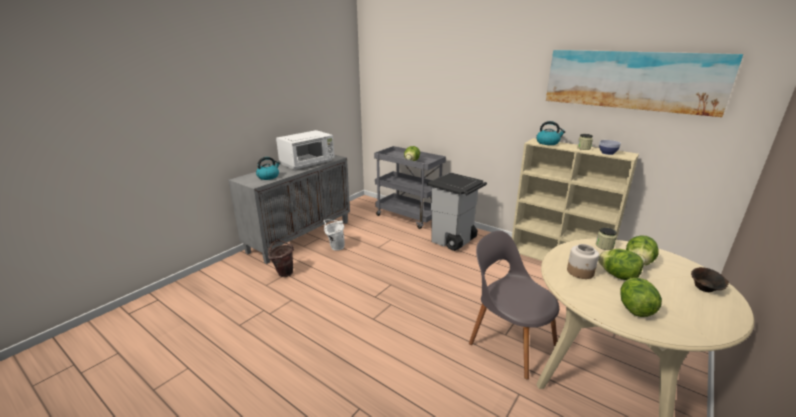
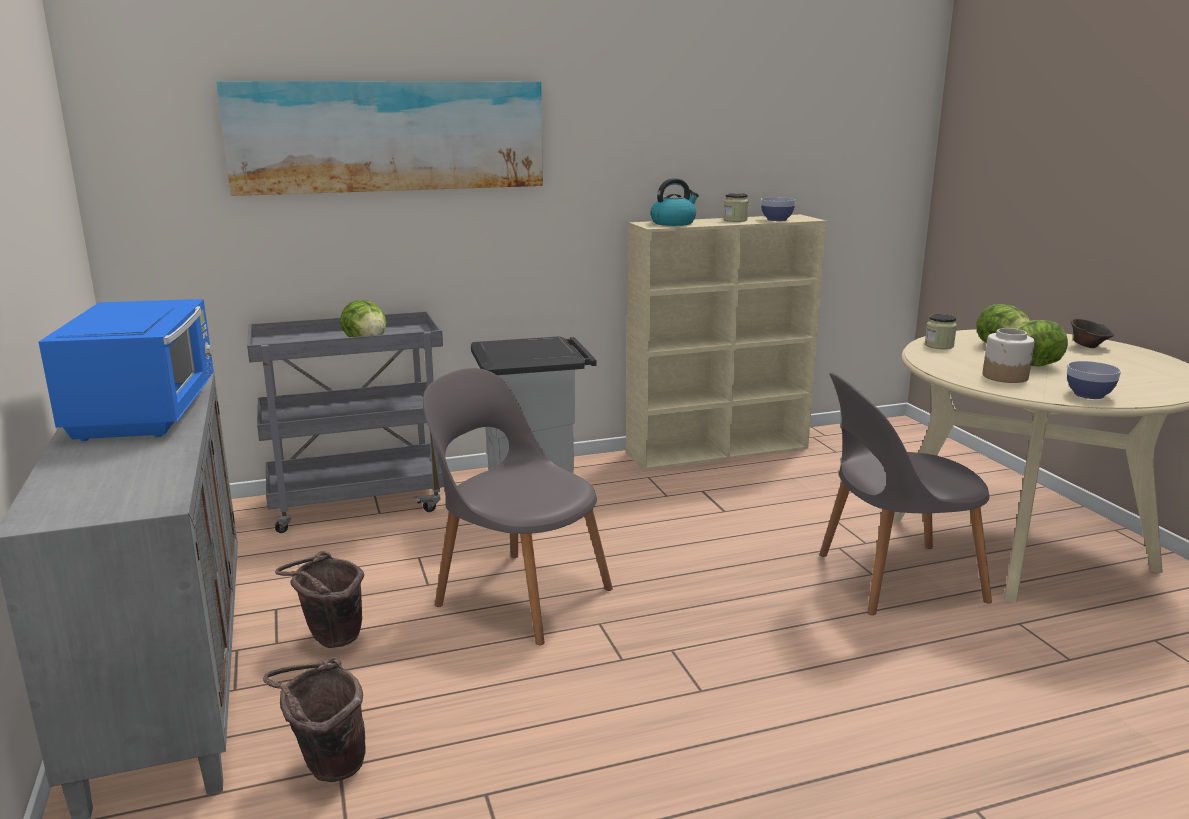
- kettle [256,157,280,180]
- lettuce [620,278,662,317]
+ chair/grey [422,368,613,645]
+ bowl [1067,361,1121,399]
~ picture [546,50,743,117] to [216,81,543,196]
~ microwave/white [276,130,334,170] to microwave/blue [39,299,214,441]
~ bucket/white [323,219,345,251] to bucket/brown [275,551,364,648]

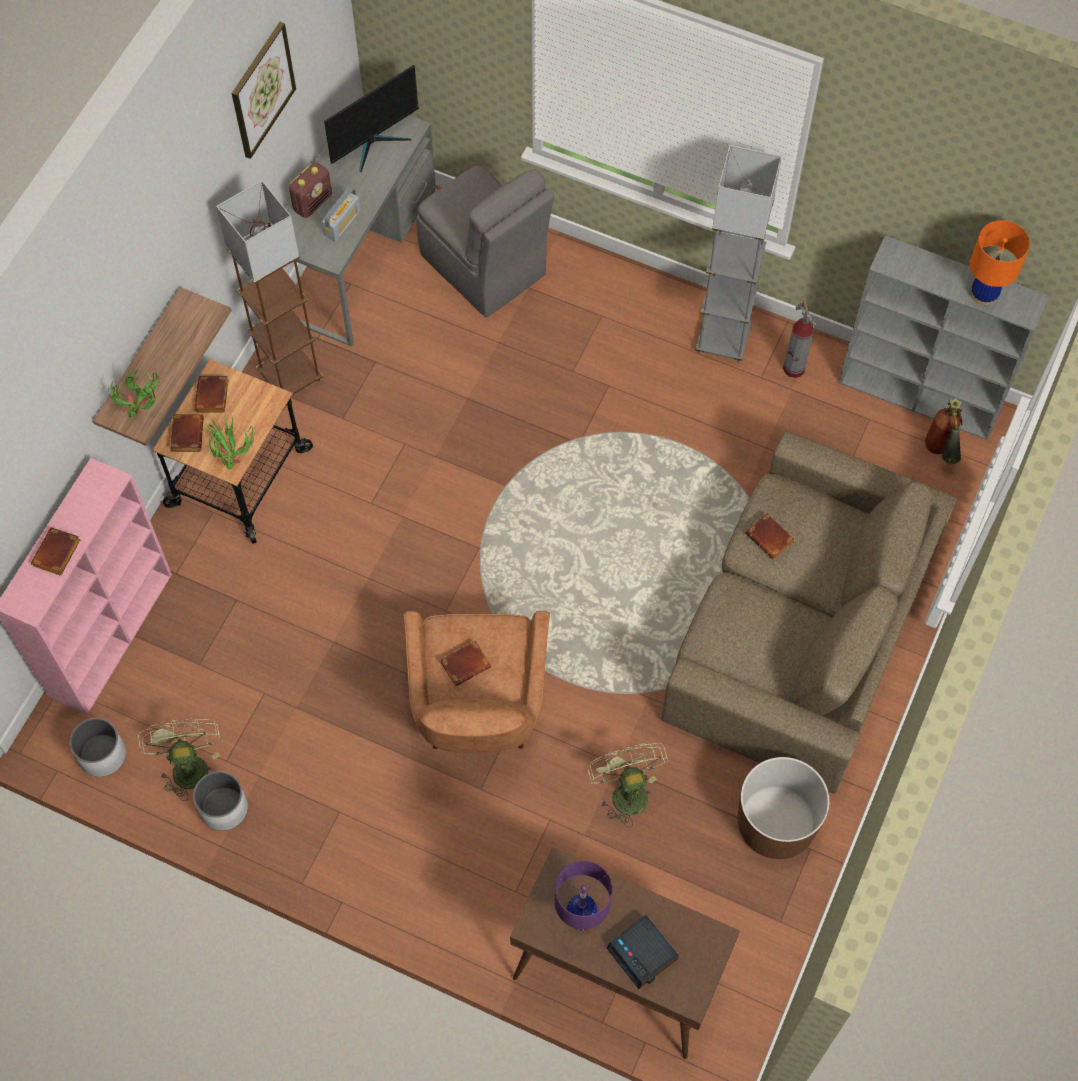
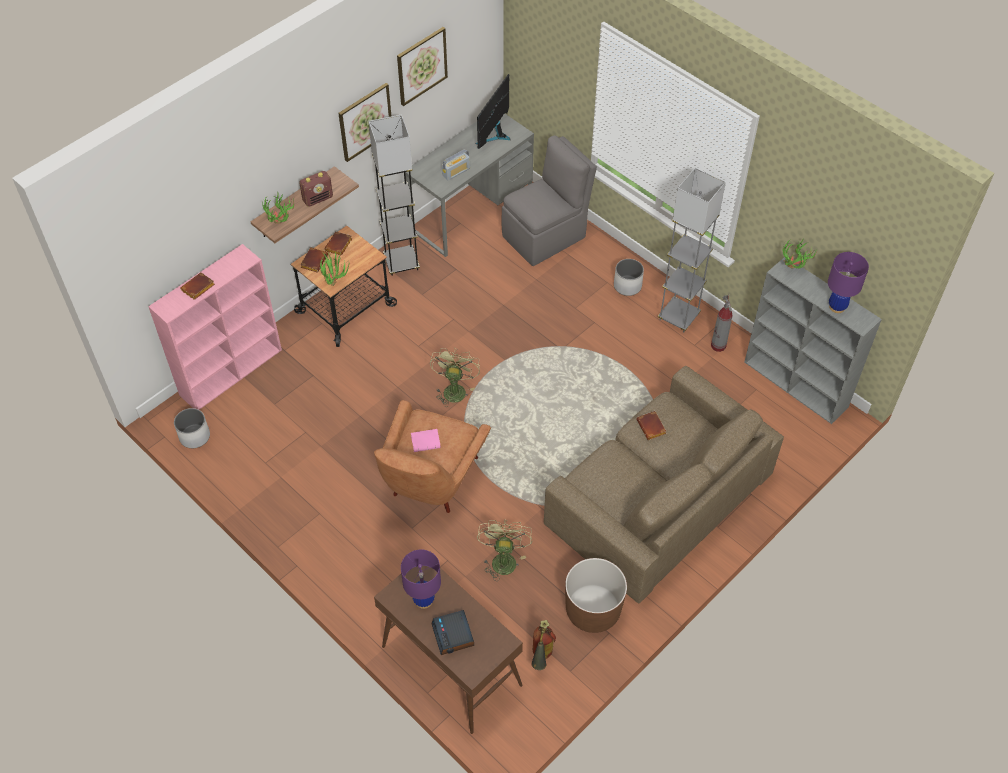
+ picture [338,83,391,162]
+ potted plant [783,239,816,269]
~ fan/green [138,718,221,801] to [430,348,480,407]
~ planter/white [193,771,248,831] to [614,259,644,296]
~ radio [289,163,332,218] to [299,171,333,207]
~ fire extinguisher [925,398,962,464] to [532,620,556,670]
~ floor lamp/brown [216,180,323,395] to floor lamp/grey [369,115,420,276]
~ book/brown [440,640,491,686] to book/pink [411,429,441,452]
~ table lamp/orange [970,220,1030,305] to table lamp/purple [828,252,869,313]
~ monitor [324,65,419,172] = [475,74,511,149] 135 degrees clockwise
~ chair/grey [416,165,554,317] = [502,135,597,266] 105 degrees counterclockwise

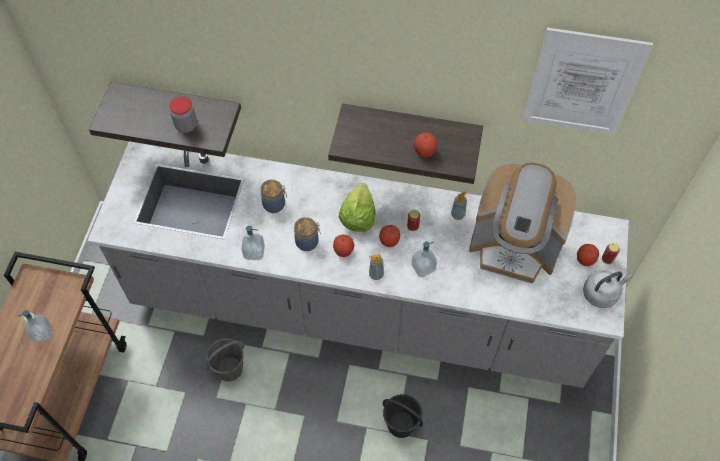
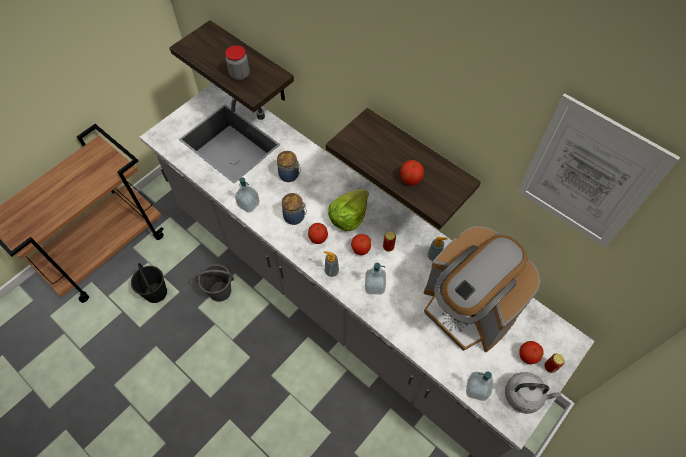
~ soap dispenser [18,310,52,342] to [466,372,493,401]
~ bucket/black [383,394,423,438] to [131,263,167,303]

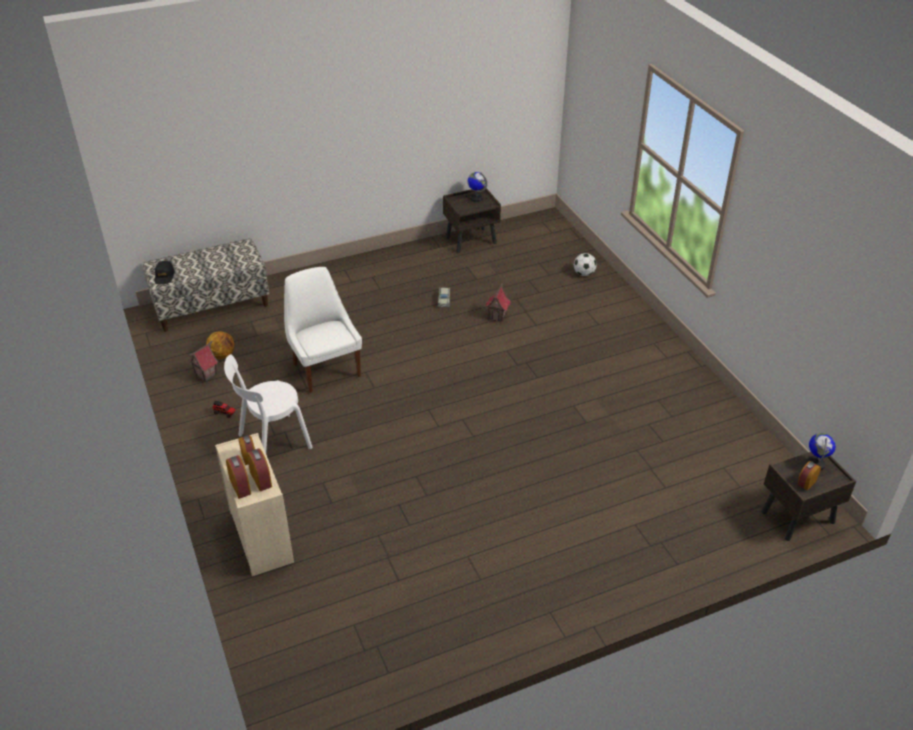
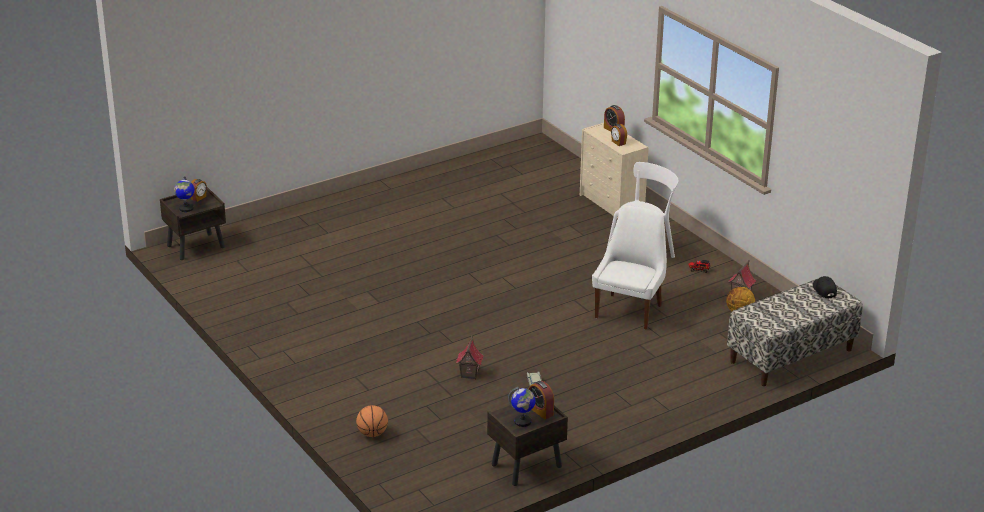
~ alarm clock [247,448,272,491] to [529,381,554,419]
~ football [574,253,597,276] to basketball [356,405,388,437]
~ chair/white [284,267,362,393] = [592,205,667,330] 120 degrees counterclockwise

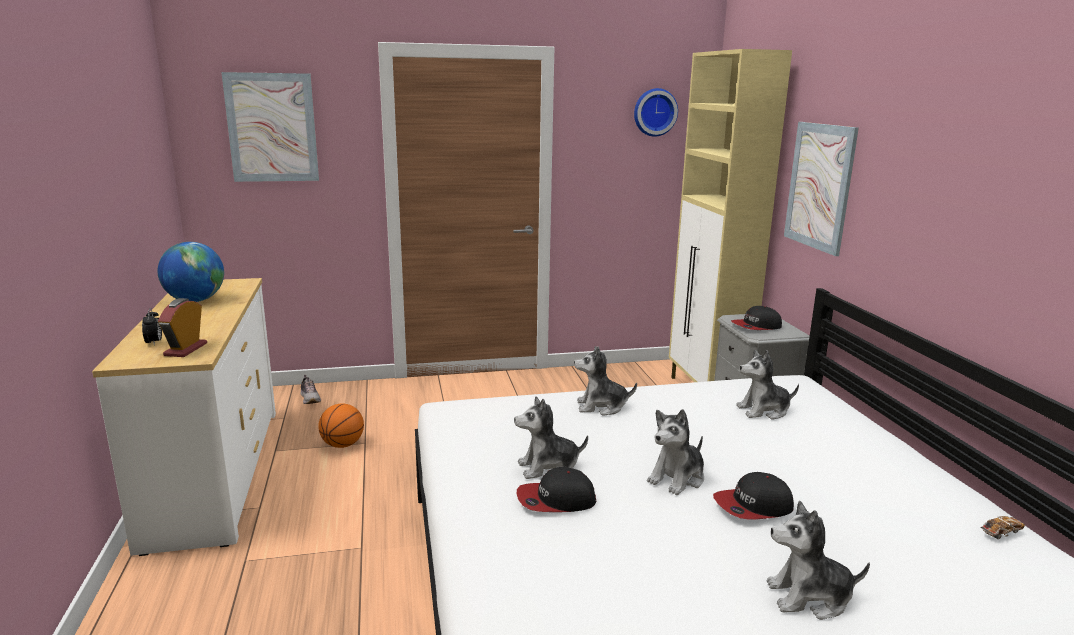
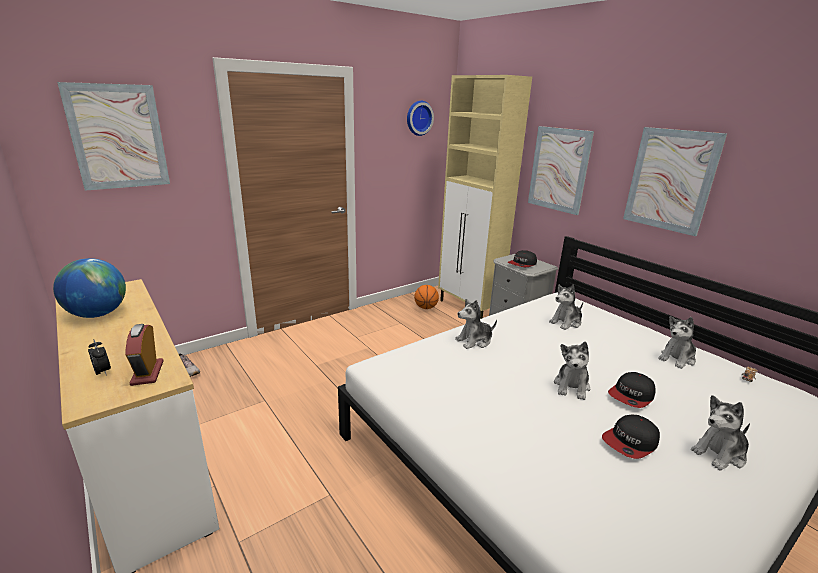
+ picture [623,127,727,236]
~ basketball [318,403,364,448] to [414,285,439,309]
~ plush toy [514,396,588,479] to [658,316,696,369]
~ cap [517,467,596,512] to [602,415,660,459]

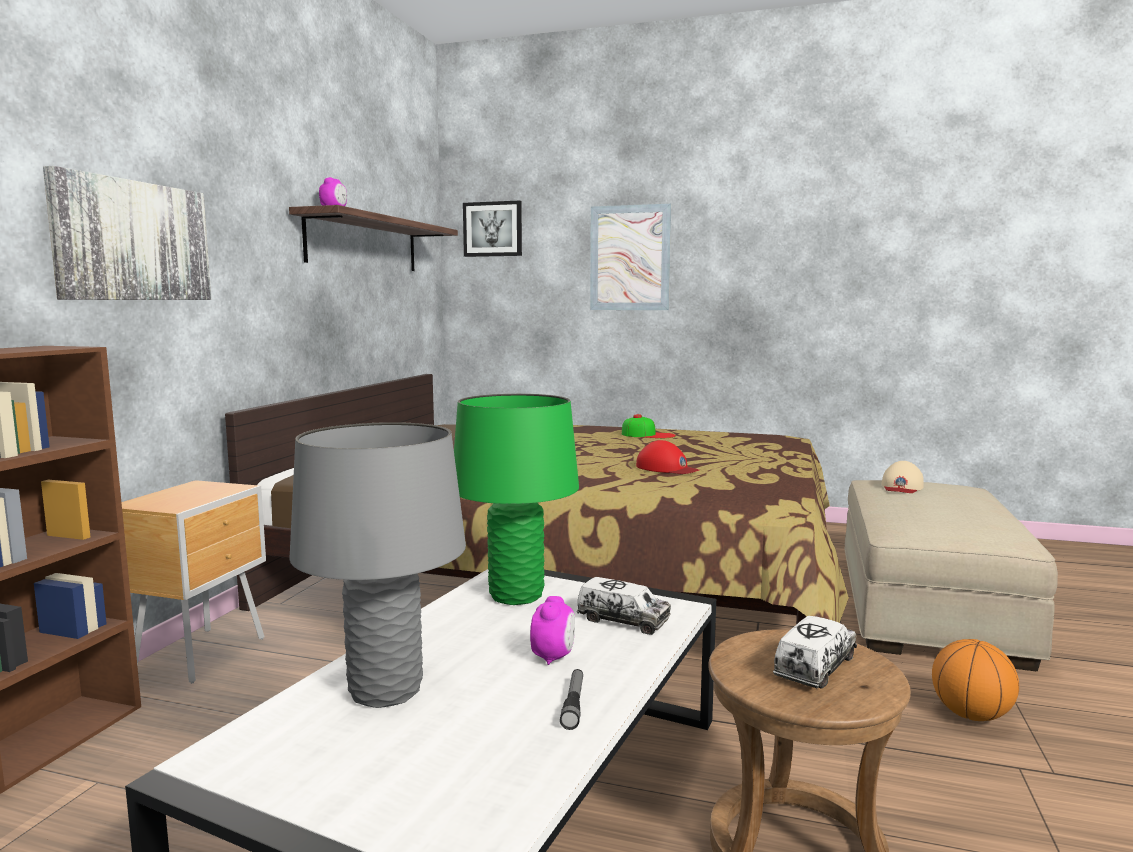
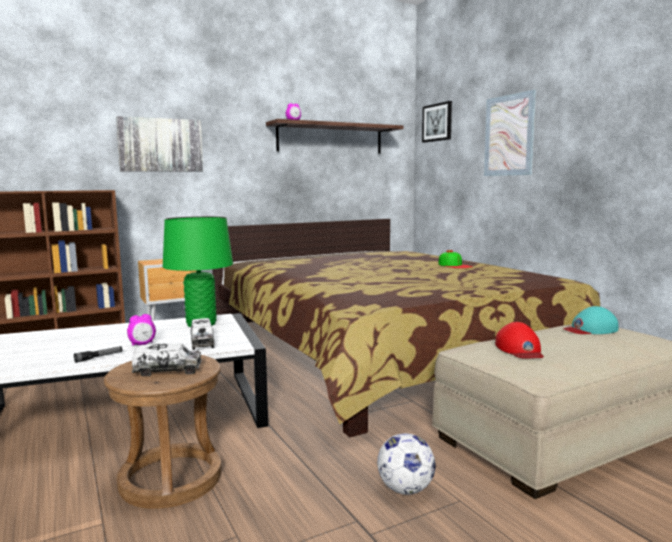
- table lamp/grey [289,422,466,708]
~ cap/red [636,440,699,474] to [495,322,544,358]
~ basketball [932,639,1019,721] to football [377,433,436,495]
~ cap/beige [881,461,924,493] to cap/turquoise [563,306,618,334]

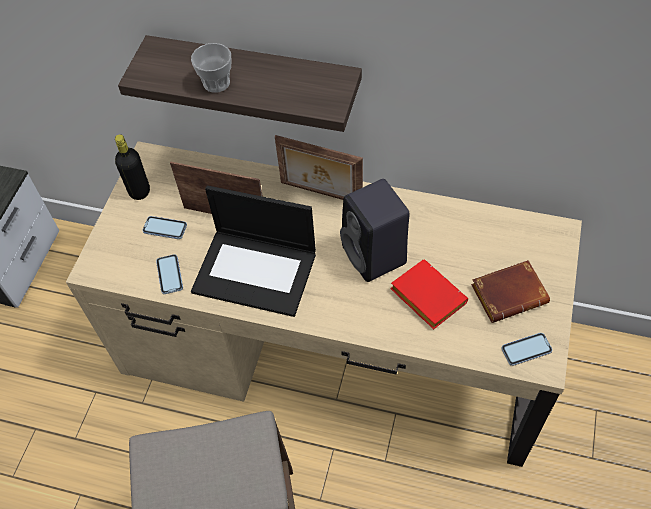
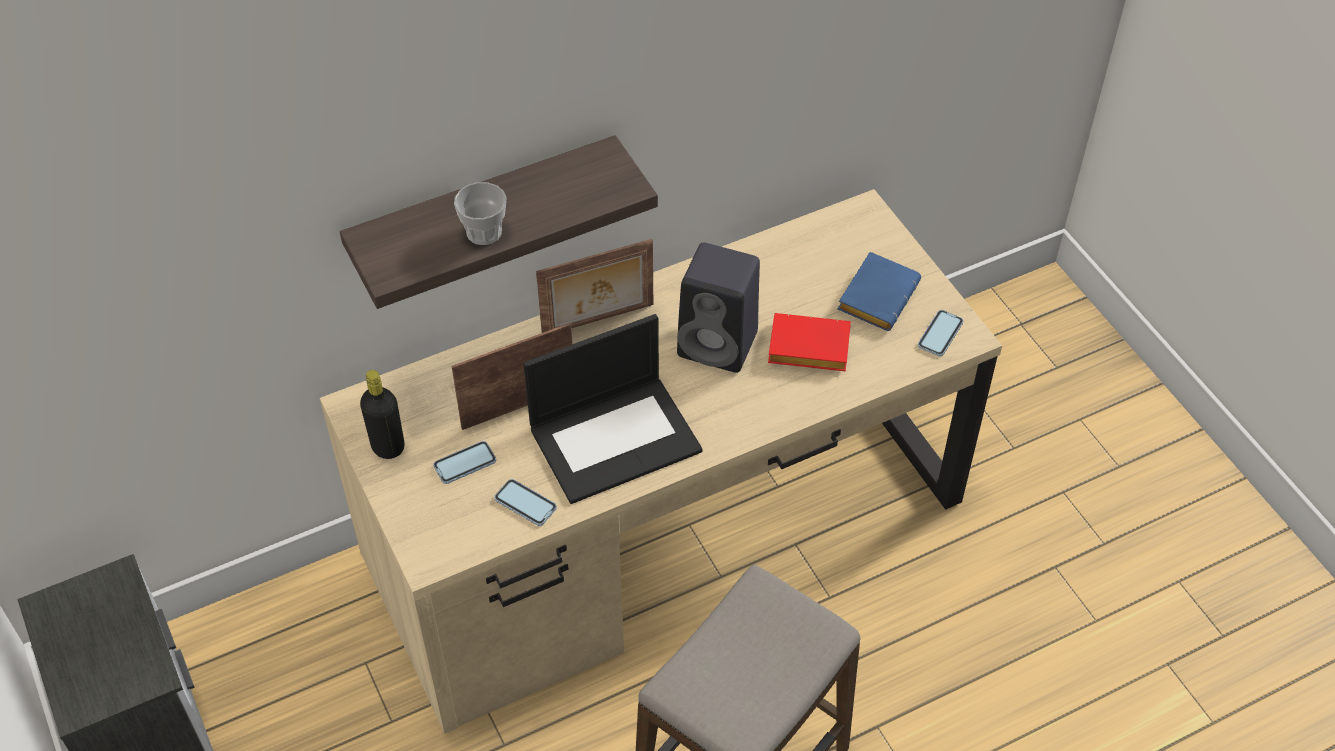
~ book/brown [471,260,550,323] to book/blue [838,252,921,331]

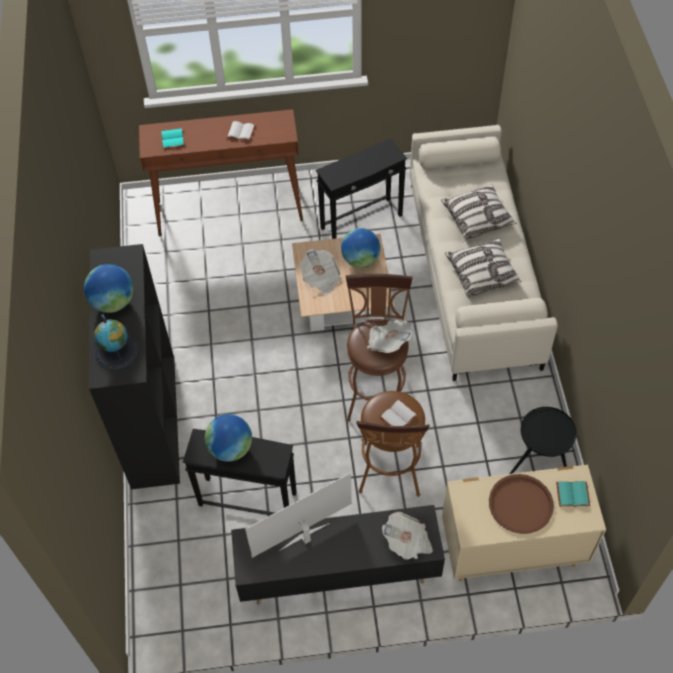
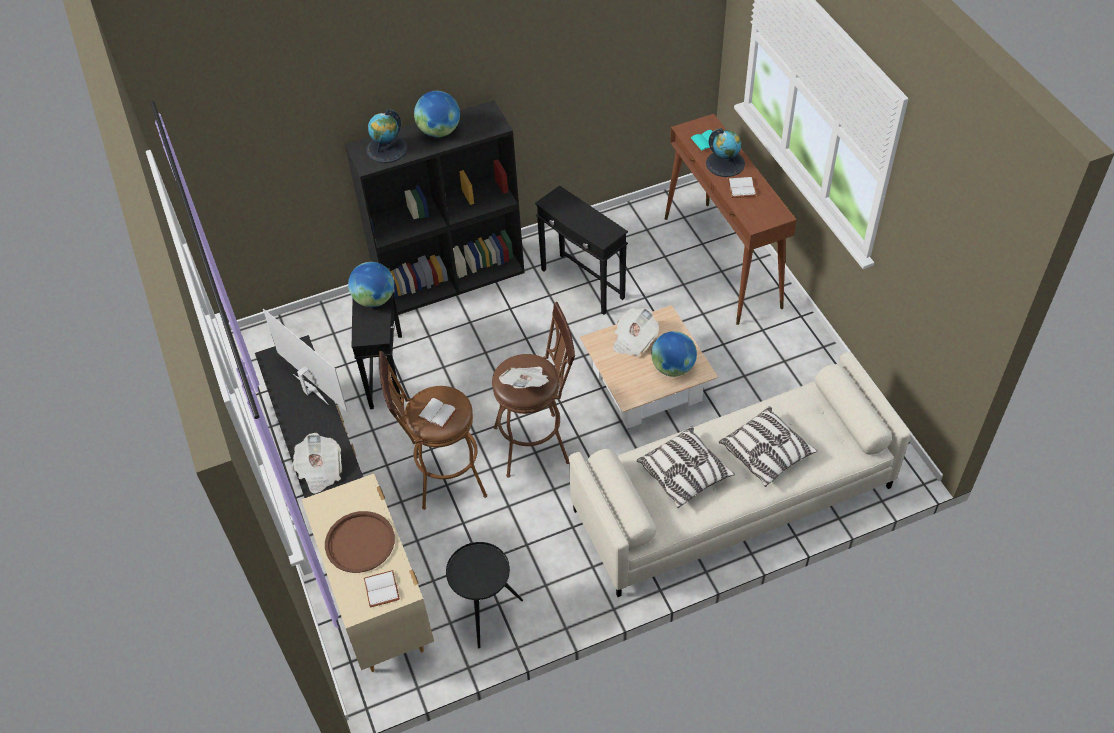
+ globe [706,128,745,177]
~ side table/black [316,138,407,239] to [535,185,628,315]
~ book/turquoise [556,481,590,507] to book/white [364,570,400,607]

